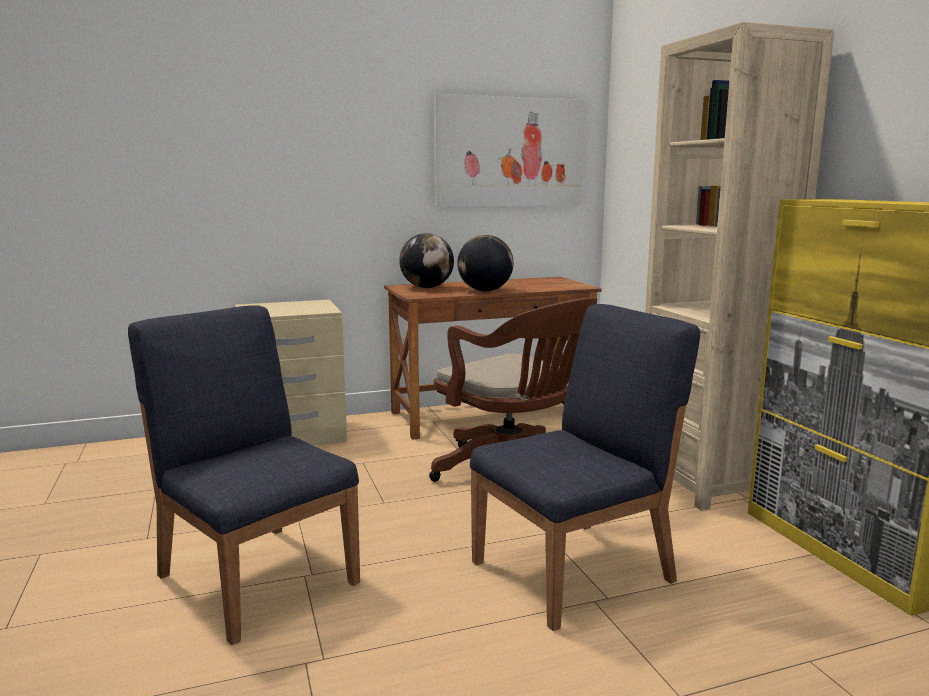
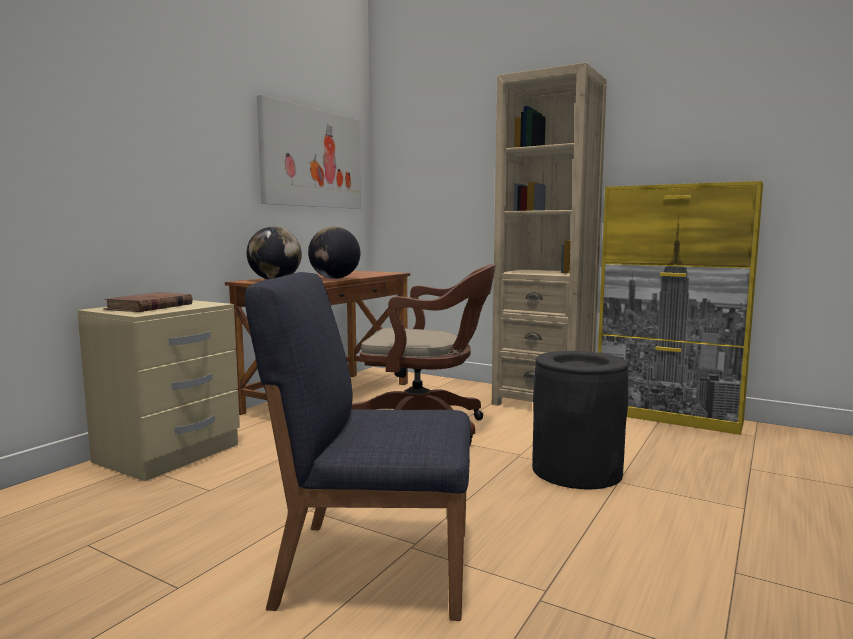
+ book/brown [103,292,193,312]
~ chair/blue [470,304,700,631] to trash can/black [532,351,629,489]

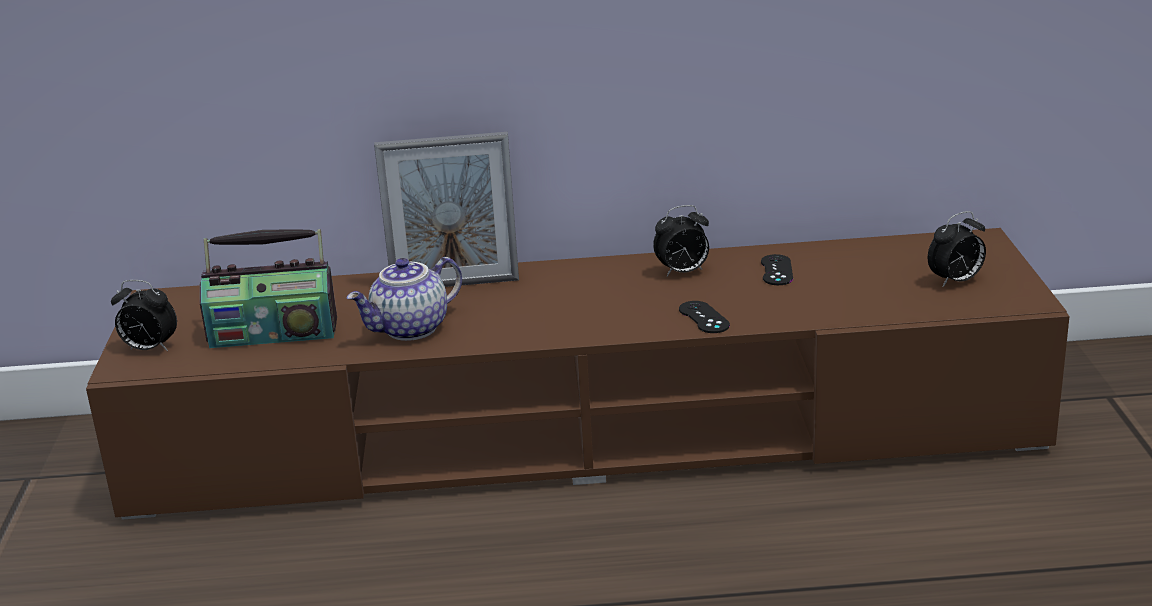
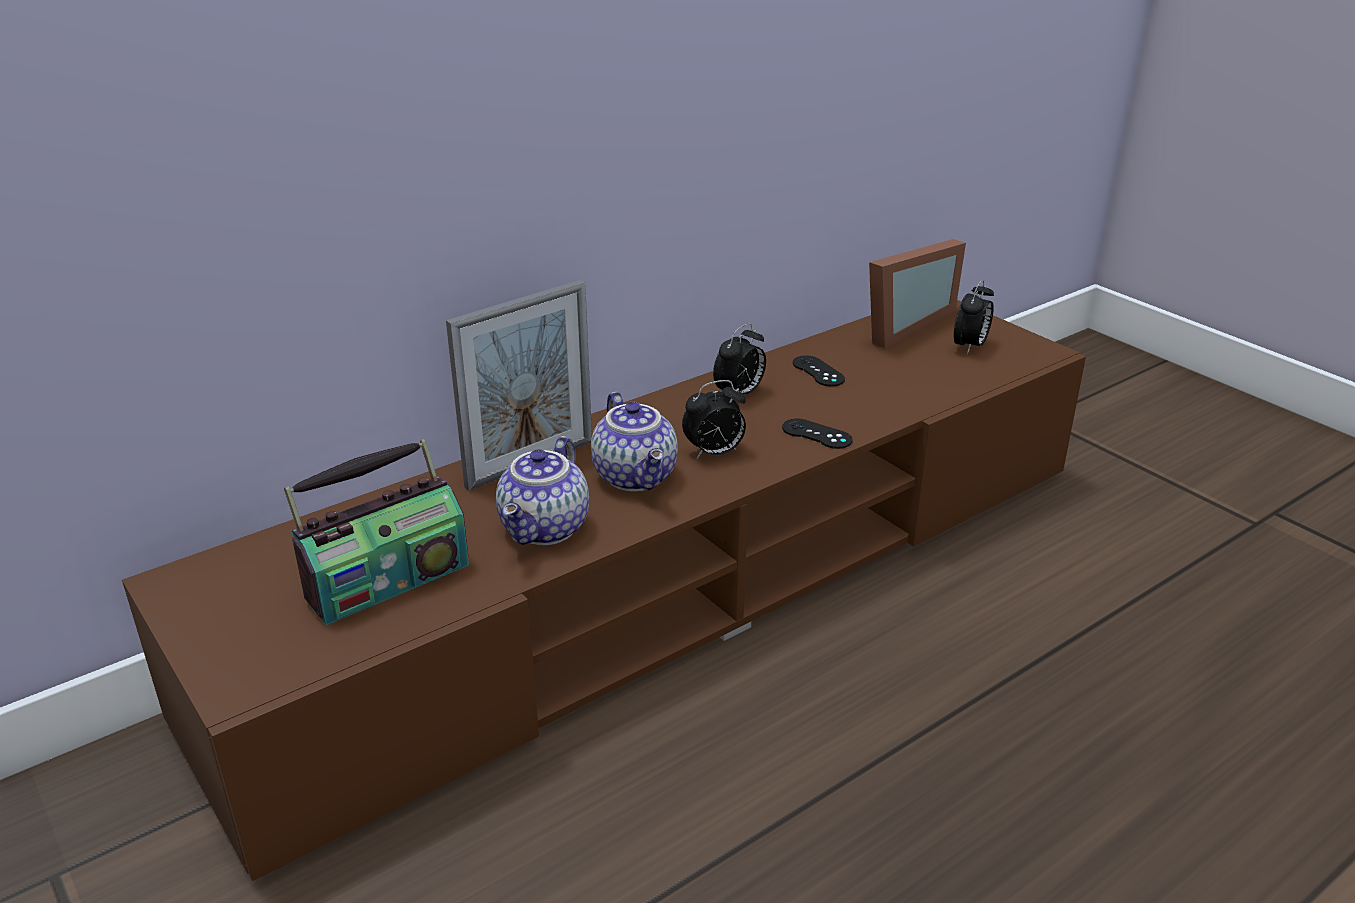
+ teapot [591,392,678,492]
+ picture frame [869,239,966,348]
~ alarm clock [111,280,177,351] to [682,380,746,459]

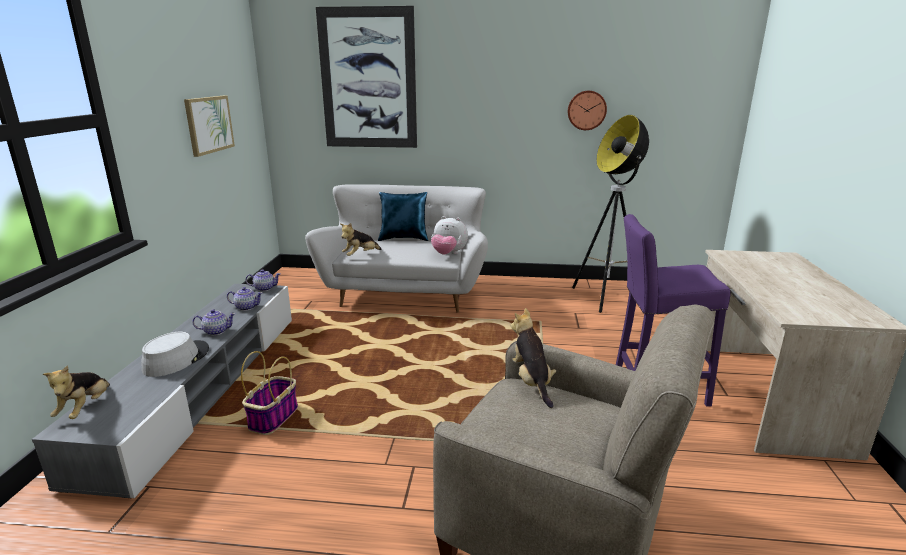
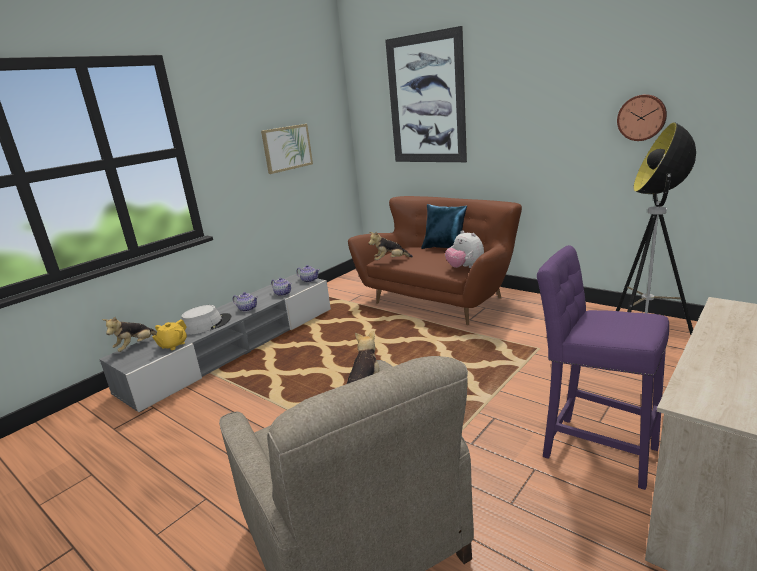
- basket [241,351,298,435]
+ teapot/yellow [152,319,187,350]
~ sofa/white [305,184,488,313] to sofa/brown [348,196,522,325]

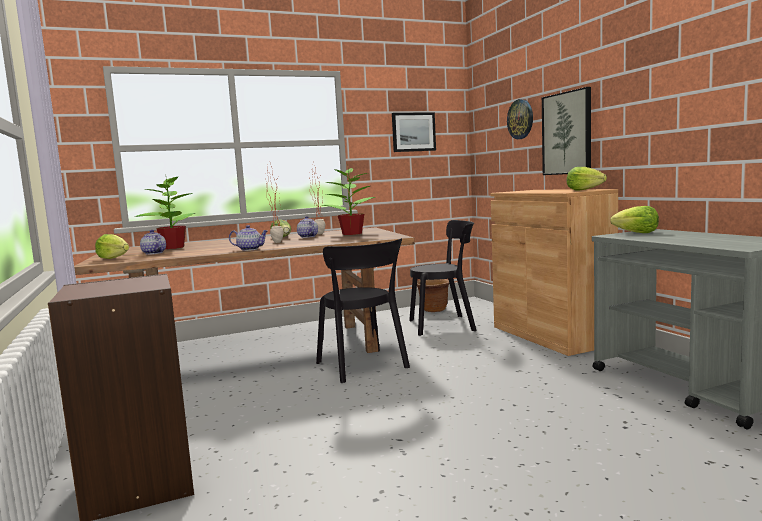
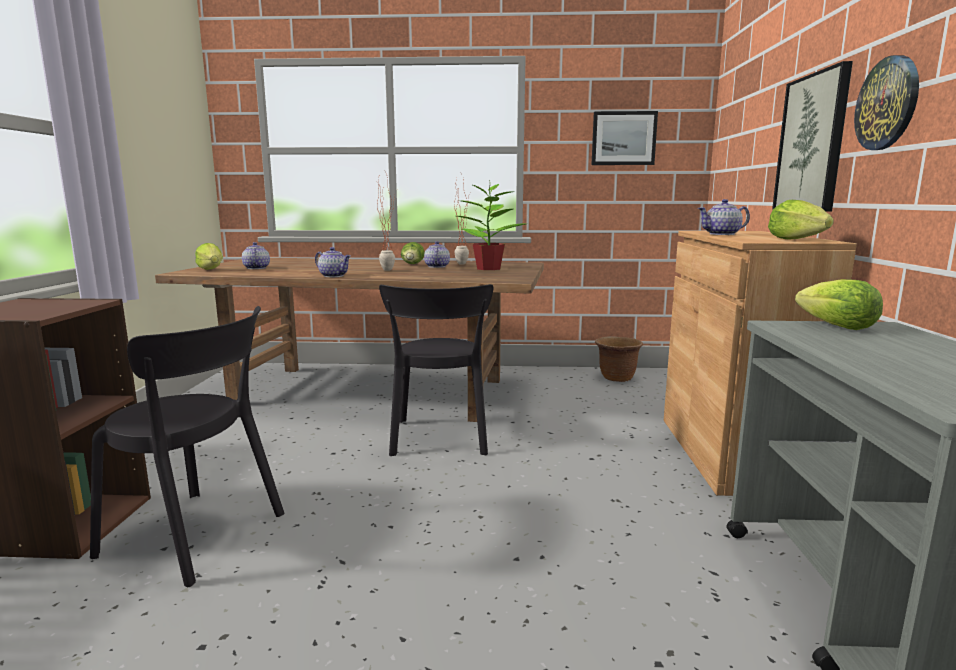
- potted plant [135,174,195,249]
+ teapot [698,199,750,235]
~ chair/black [409,220,477,336] to [90,306,284,587]
~ wall clock [507,99,533,139] to [854,55,919,150]

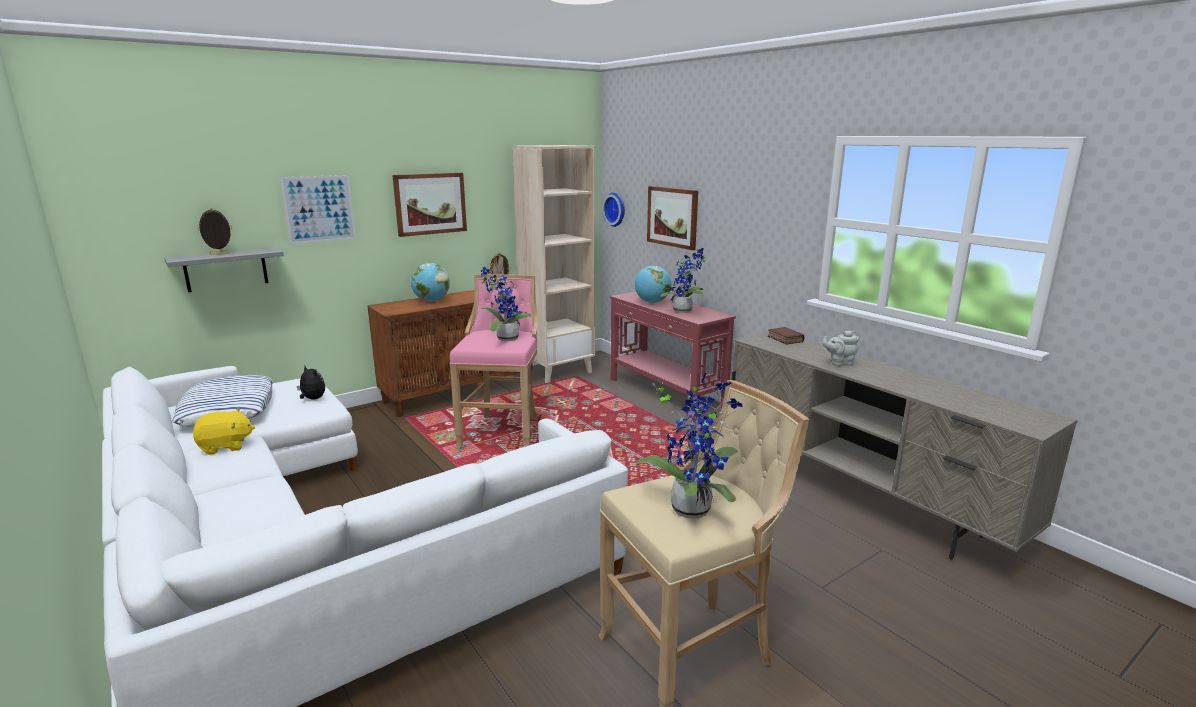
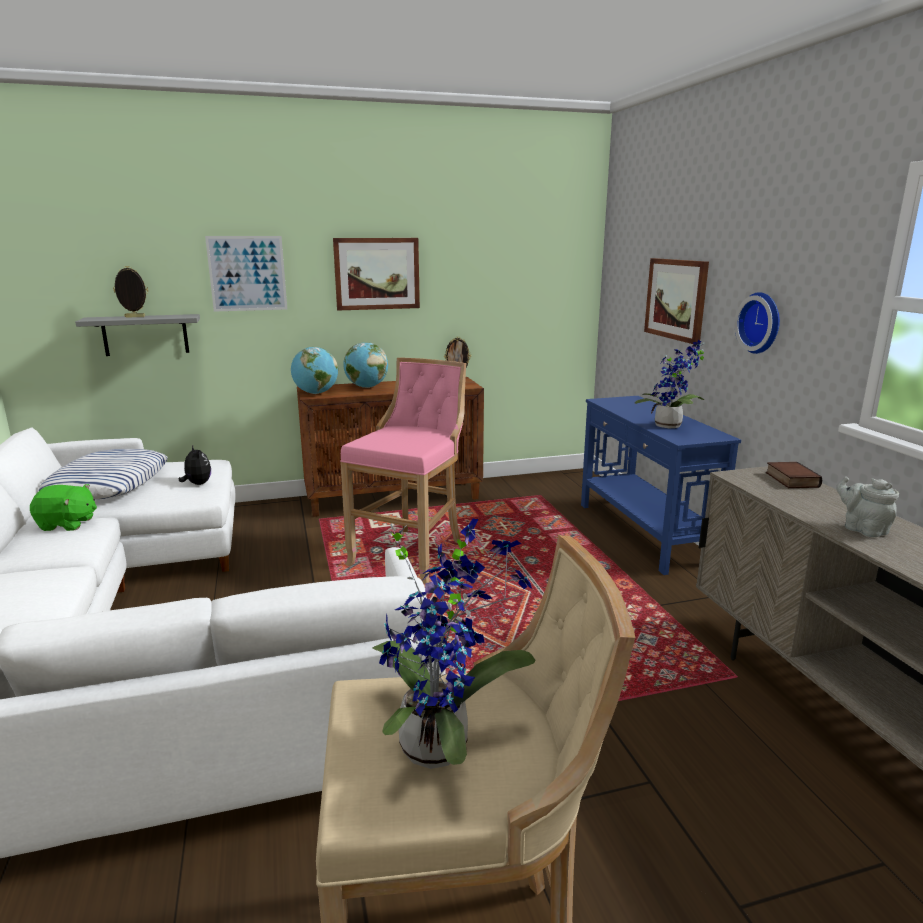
- potted plant [481,267,531,341]
- bookcase/beige [512,145,595,383]
~ wall clock [602,193,625,227] to [735,292,780,354]
~ globe [635,266,671,303] to [291,347,338,394]
~ plush toy/yellow [193,409,255,455] to plush toy/green [30,484,97,531]
~ console table/red [610,292,736,419] to console table/blue [581,396,741,575]
~ teapot/grey [822,331,859,366] = [836,477,899,537] 45 degrees clockwise

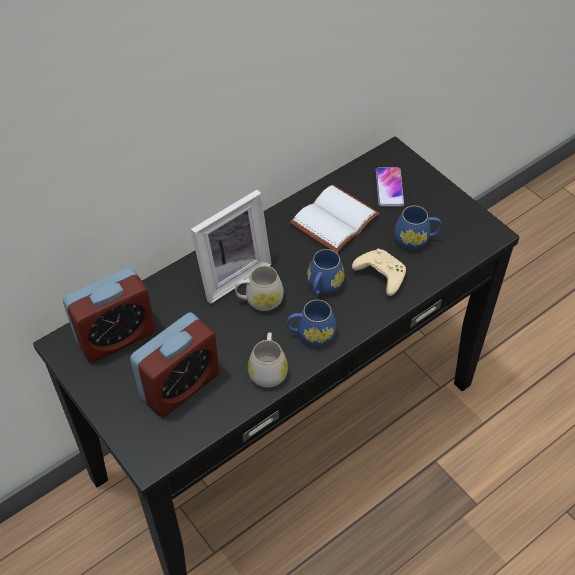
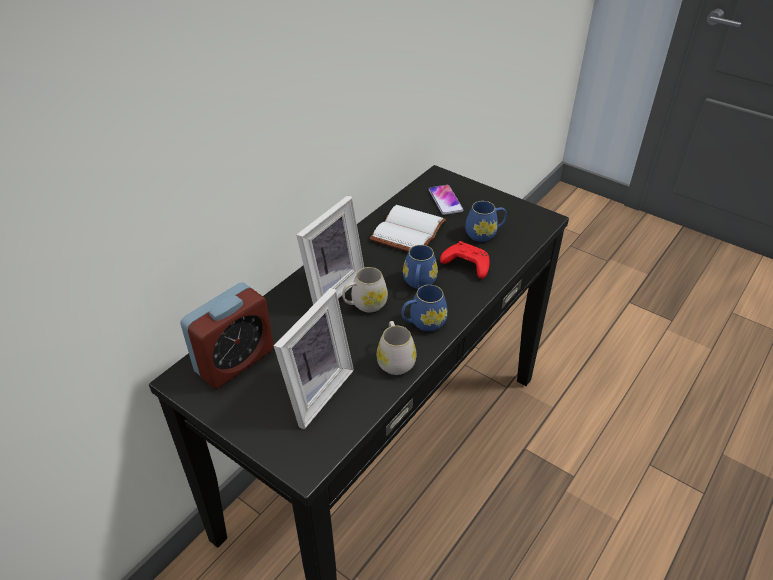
~ alarm clock [130,312,219,417] to picture frame [274,288,354,429]
~ game controller/beige [352,249,406,296] to game controller/red [440,241,490,279]

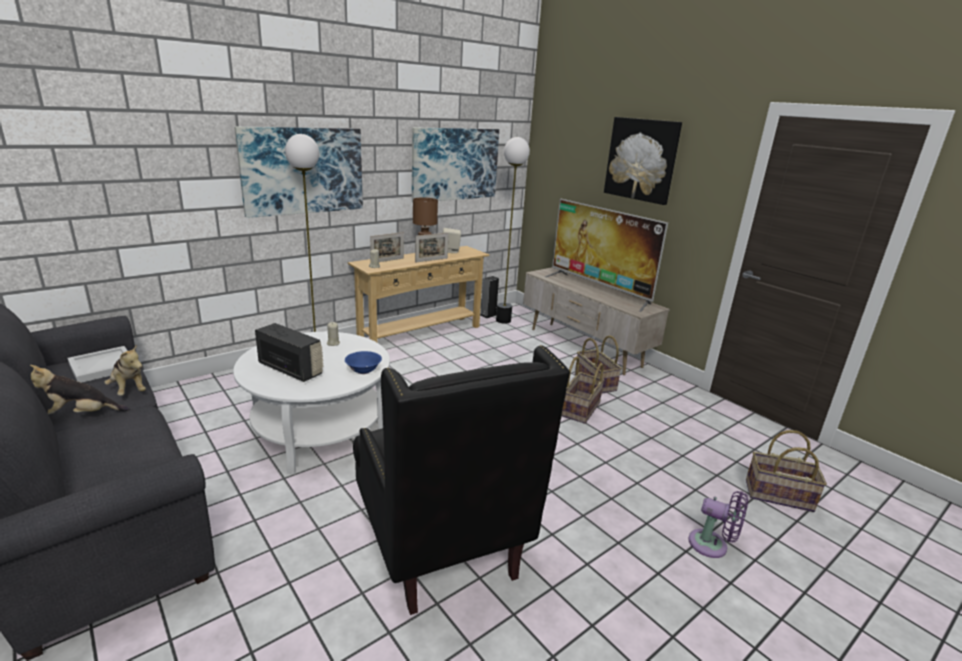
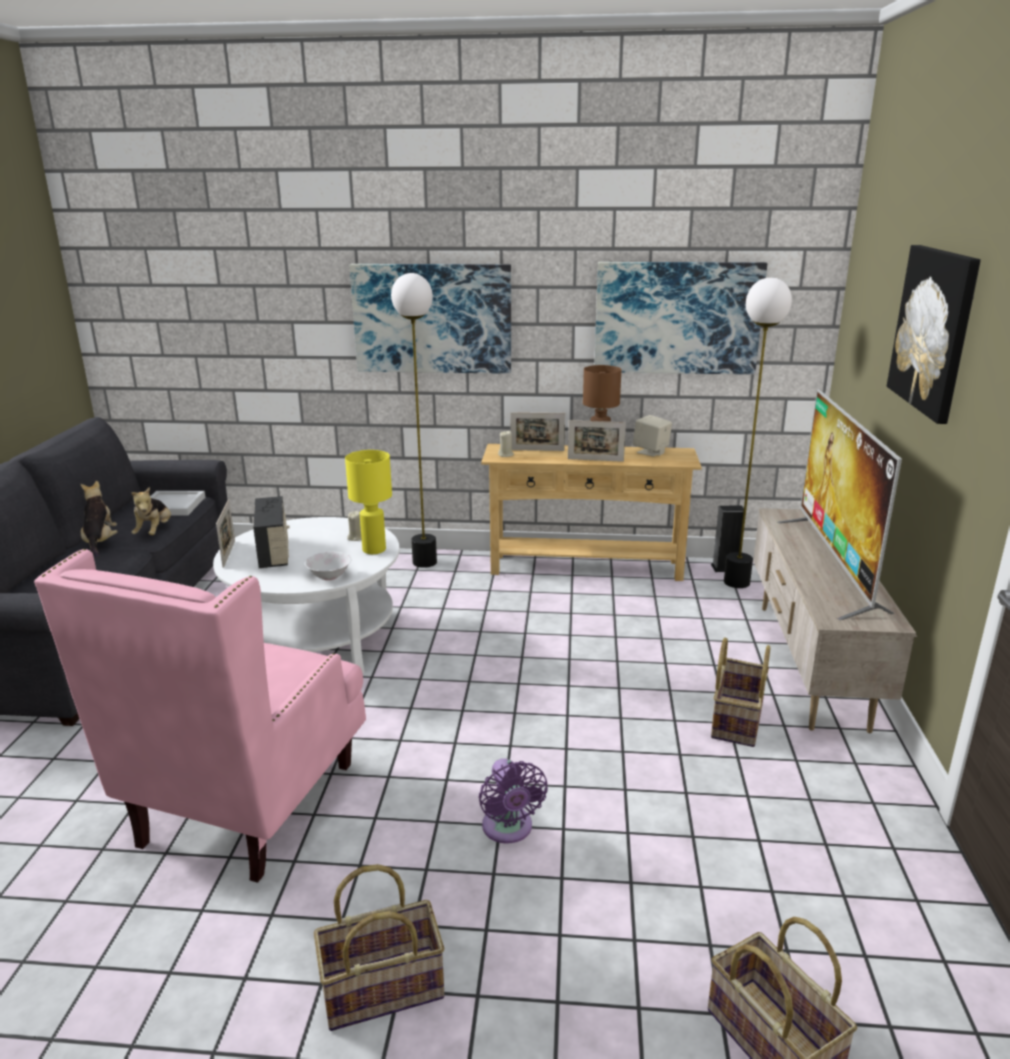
+ picture frame [216,500,235,568]
+ table lamp/yellow [345,450,392,554]
~ basket [561,357,604,424] to [314,864,444,1031]
~ fan/purple [688,491,748,558] to [479,758,548,844]
~ bowl/blue [345,351,382,374] to bowl/white [305,552,352,580]
~ armchair/black [353,345,570,615] to armchair/pink [34,549,366,883]
~ plush toy [30,365,129,414] = [81,481,118,558] 45 degrees clockwise

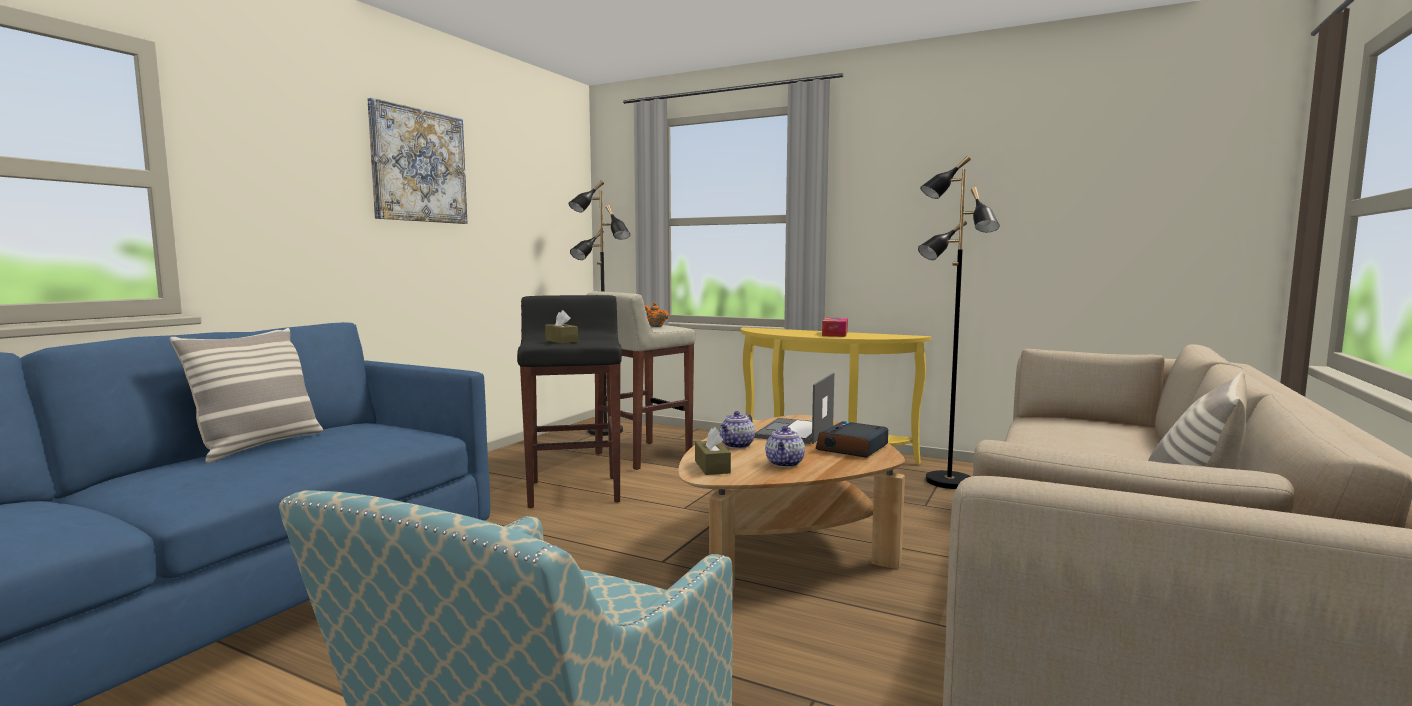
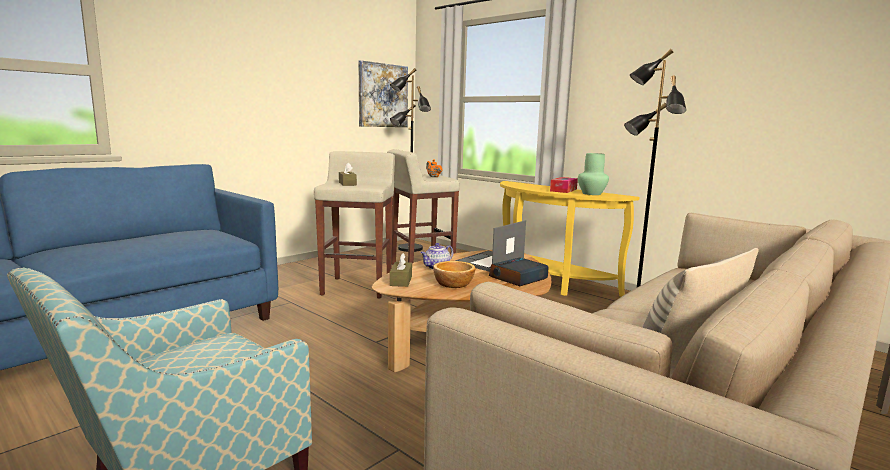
- pillow [170,328,323,463]
+ vase/green [578,153,609,195]
~ picture [367,98,467,224] to [359,60,408,127]
~ teapot [765,426,805,467] to bowl [433,261,475,288]
~ stool/black [517,295,622,508] to stool/beige [314,151,395,299]

